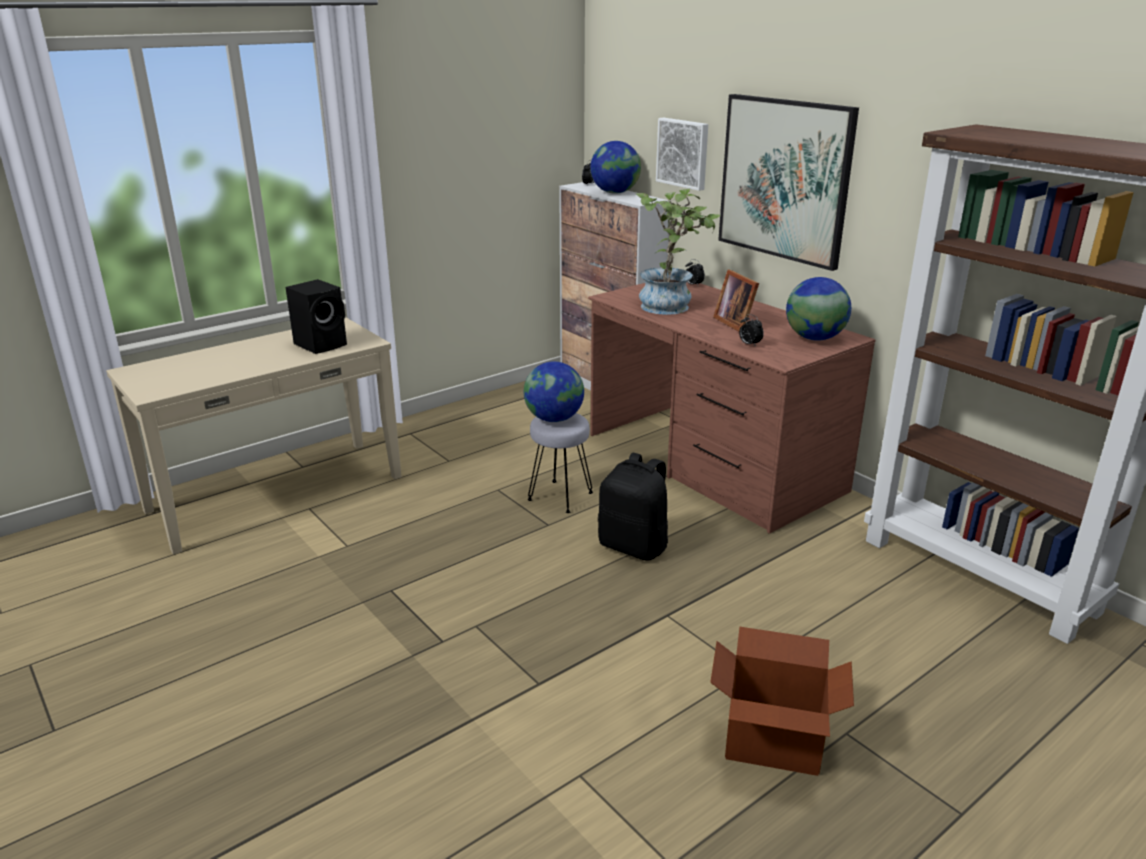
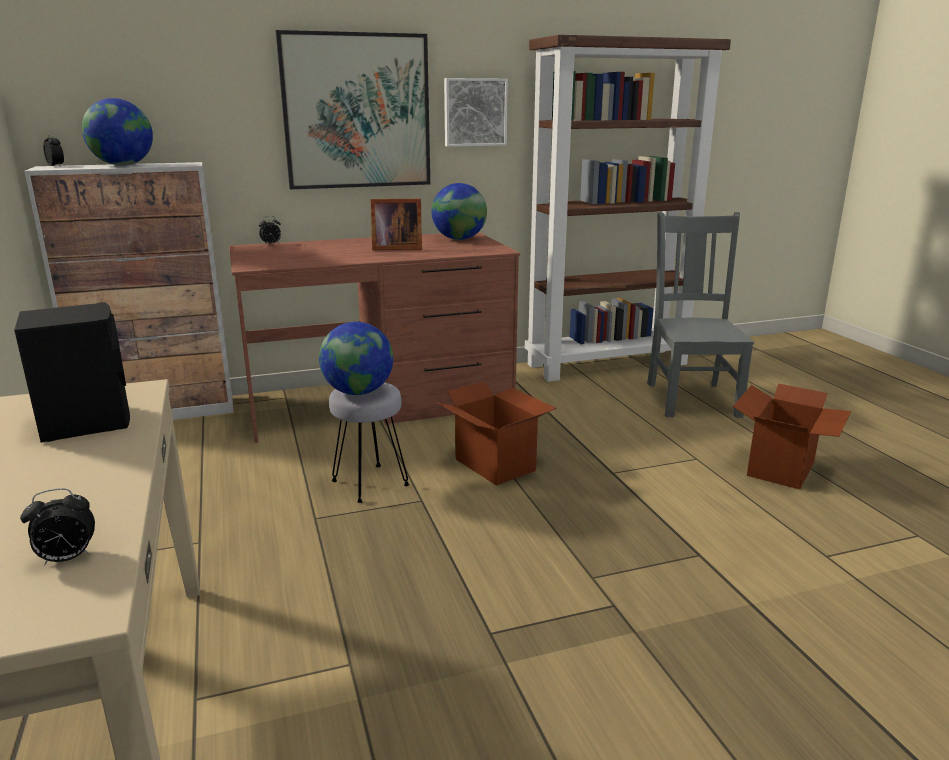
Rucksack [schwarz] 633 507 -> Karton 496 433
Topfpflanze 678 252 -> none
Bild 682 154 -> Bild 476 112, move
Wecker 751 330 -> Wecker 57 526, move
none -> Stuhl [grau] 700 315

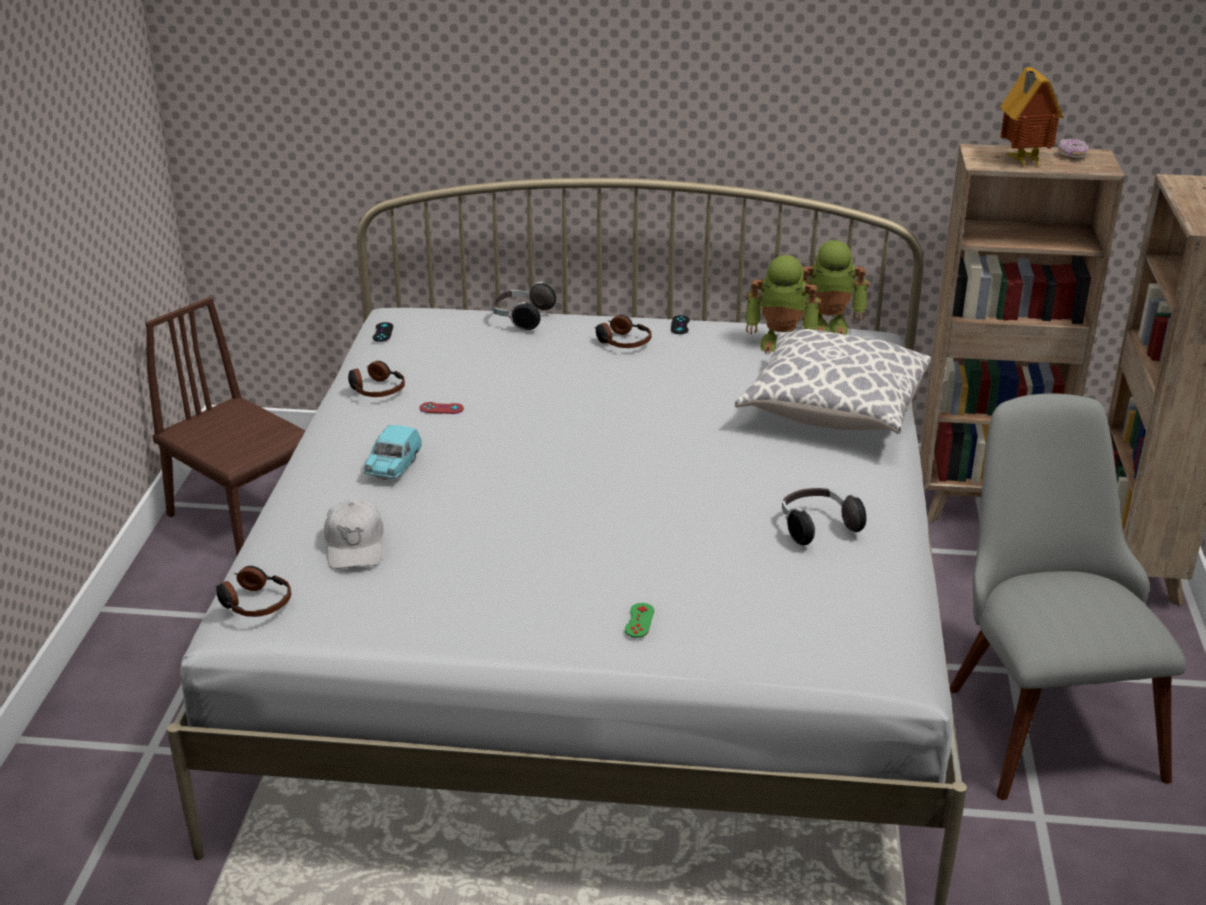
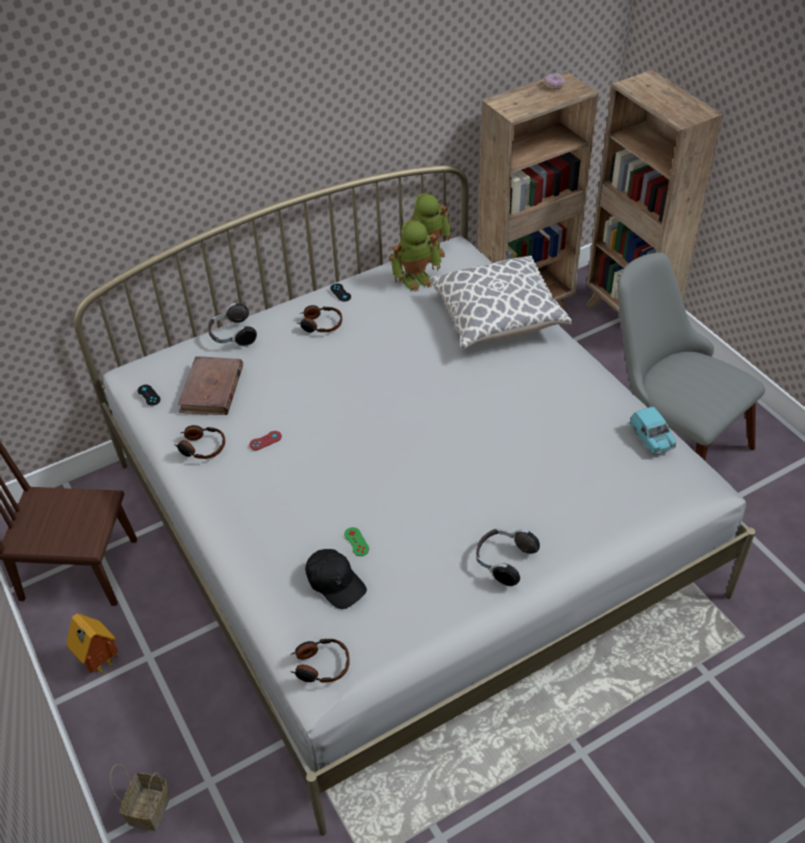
Kappe [weiß] 353 534 -> Kappe [schwarz] 336 579
Spielzeugauto [türkis] 393 452 -> Spielzeugauto [türkis] 653 430, move
Gamepad [grün] 639 620 -> Gamepad [grün] 356 541, move
Kopfhörer 824 516 -> Kopfhörer 508 557, move
Spielzeughaus 1031 116 -> Spielzeughaus 92 643, move
none -> Korb 140 797
none -> Buch [braun] 210 385

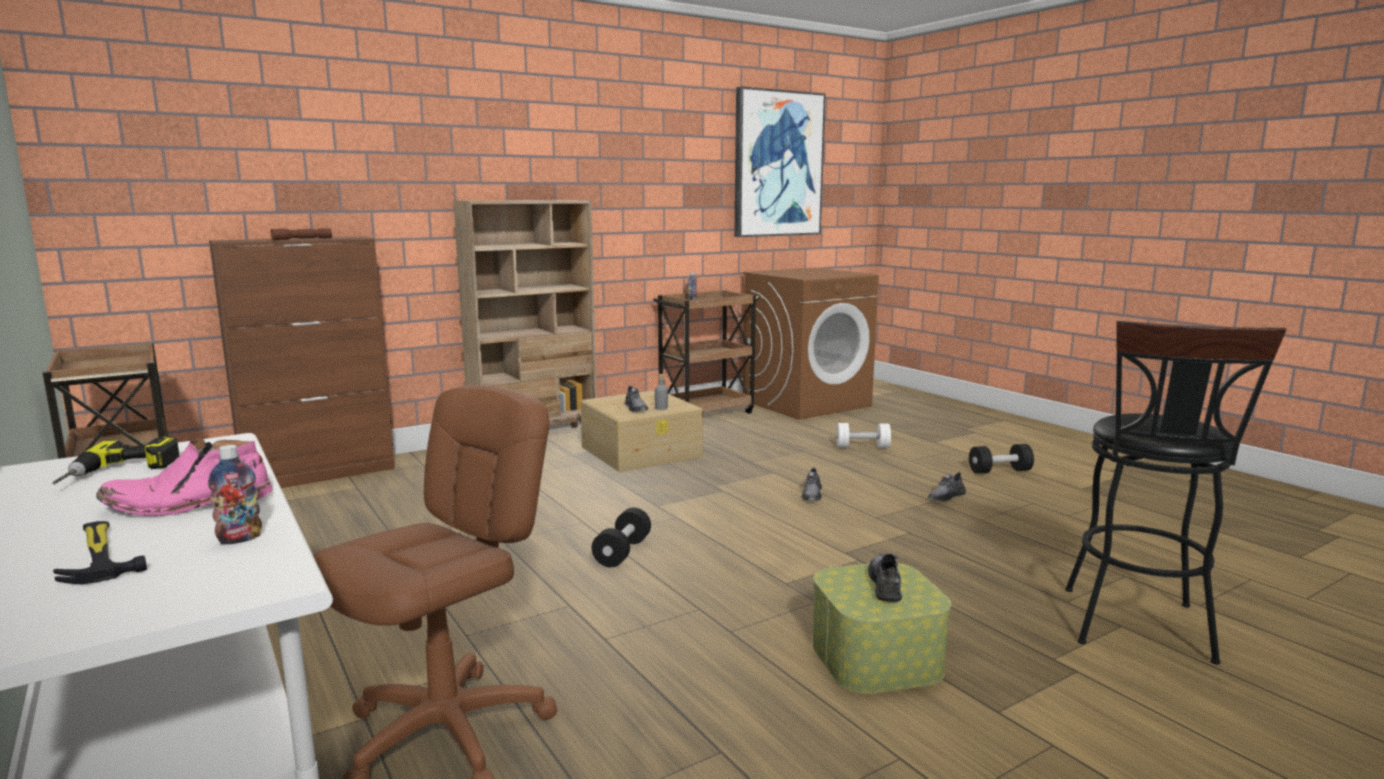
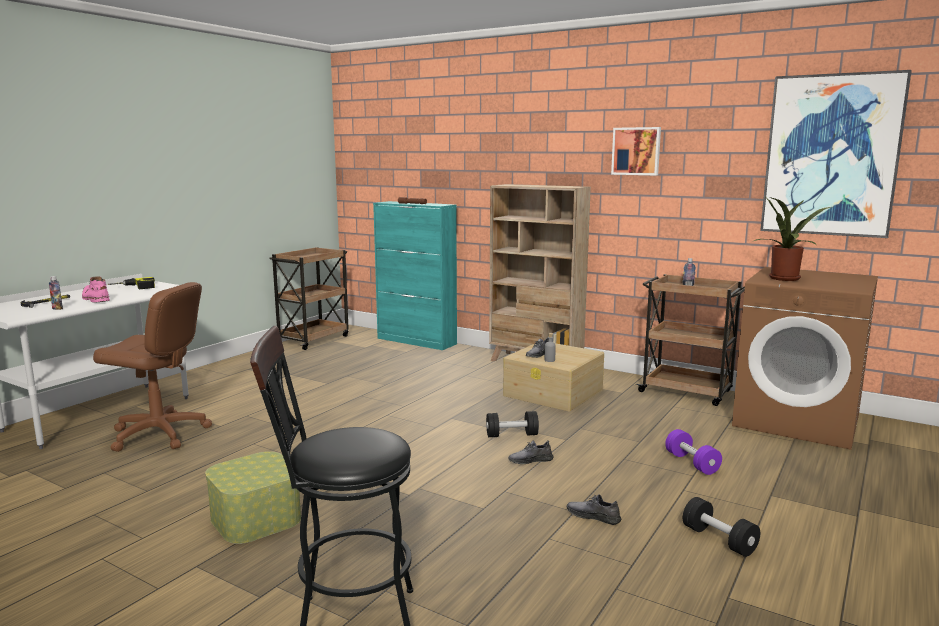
Schrank [braun] 302 362 -> Schrank [türkis] 415 275
Hantel [schwarz] 621 537 -> Hantel [schwarz] 512 424, move
Hantel [weiß] 863 435 -> Hantel [lila] 693 452
Schuh [grau] 885 577 -> none
none -> Bild 636 151
none -> Topfpflanze 791 239

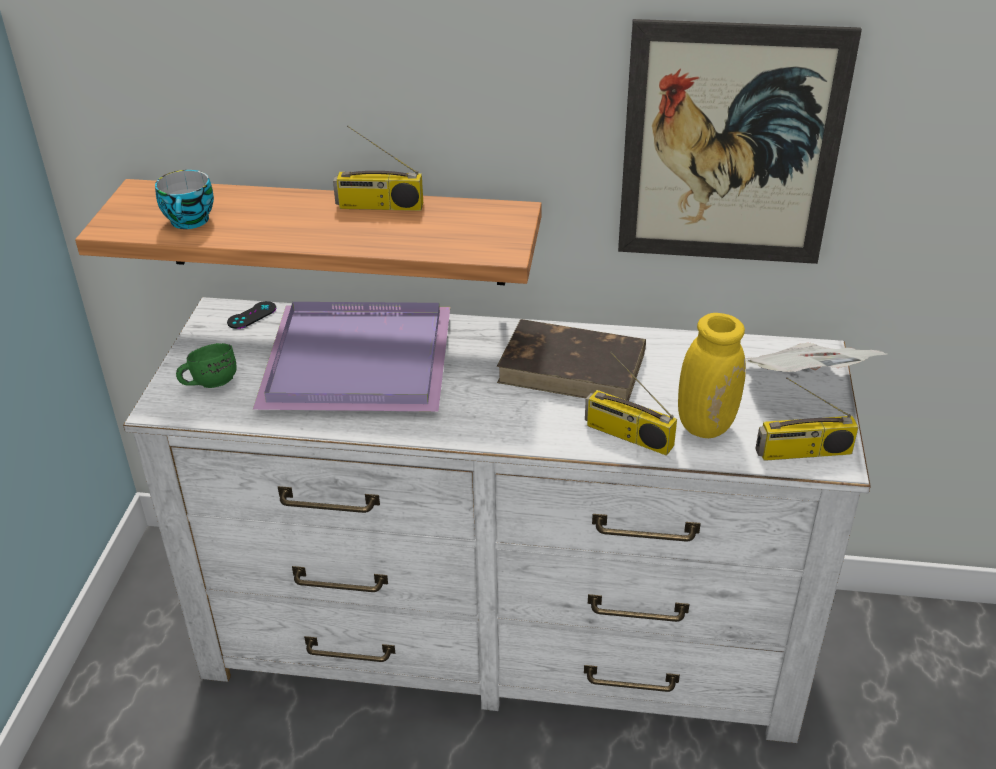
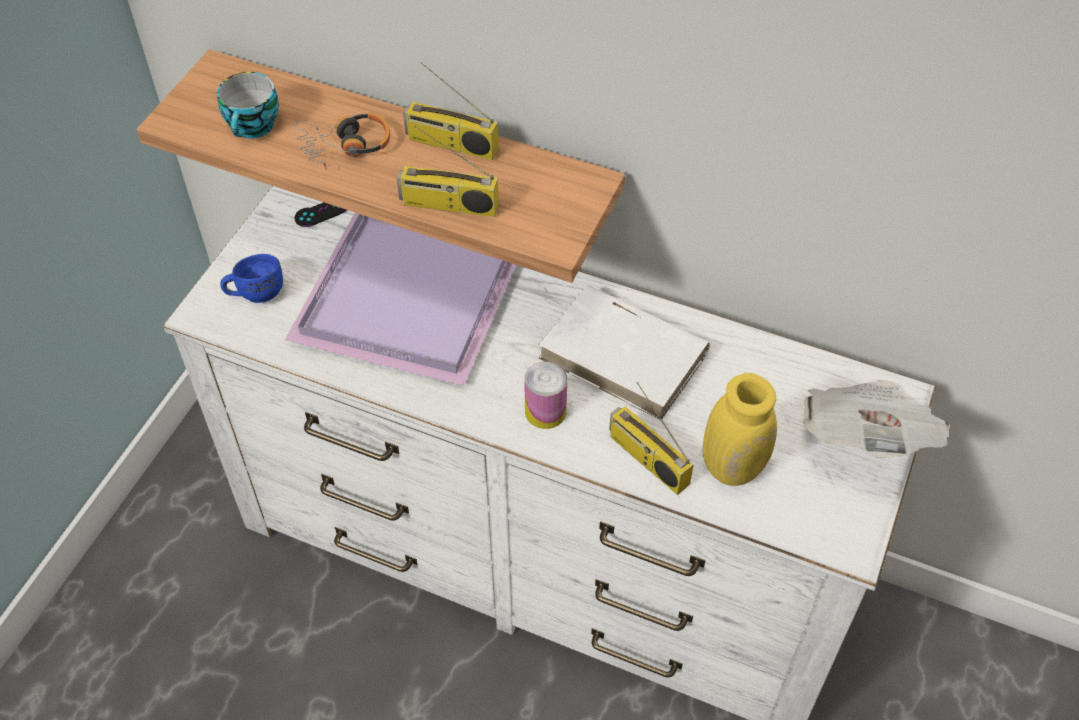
Henkelbecher [grün] 206 365 -> Henkelbecher [blau] 251 278
Buch [braun] 571 360 -> Buch [weiß] 624 352
Bild 740 141 -> none
Radio 807 419 -> Radio 448 171, move
none -> Kopfhörer 343 141
none -> Dose 545 395

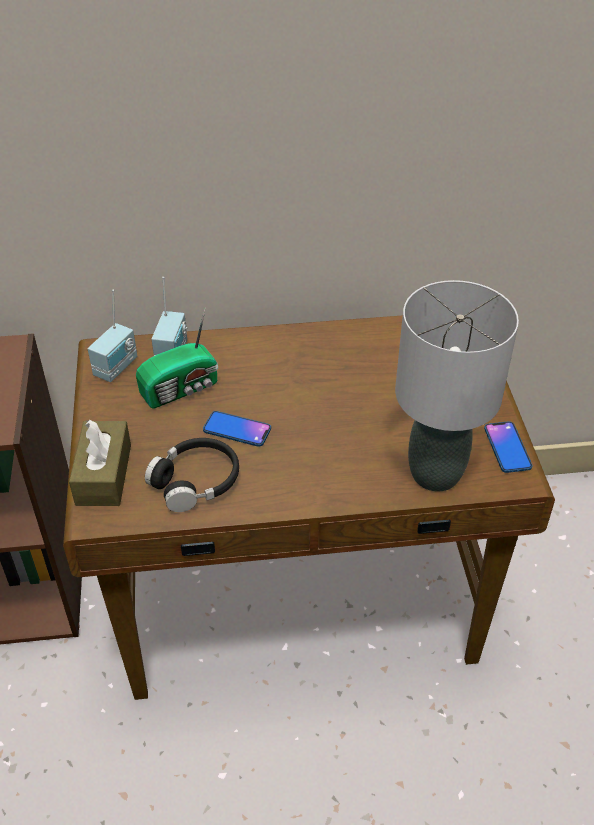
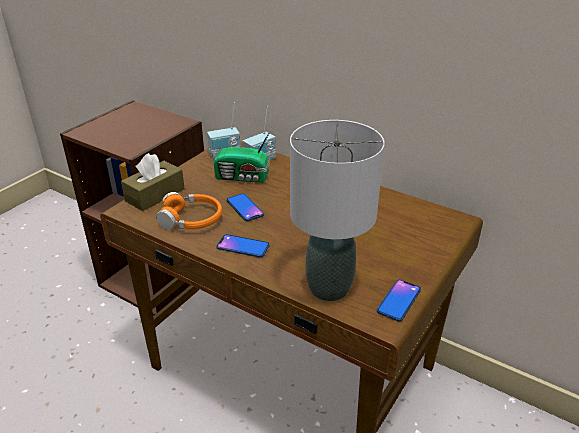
Kopfhörer [schwarz] 192 475 -> Kopfhörer [orange] 189 211
none -> Handy 243 246

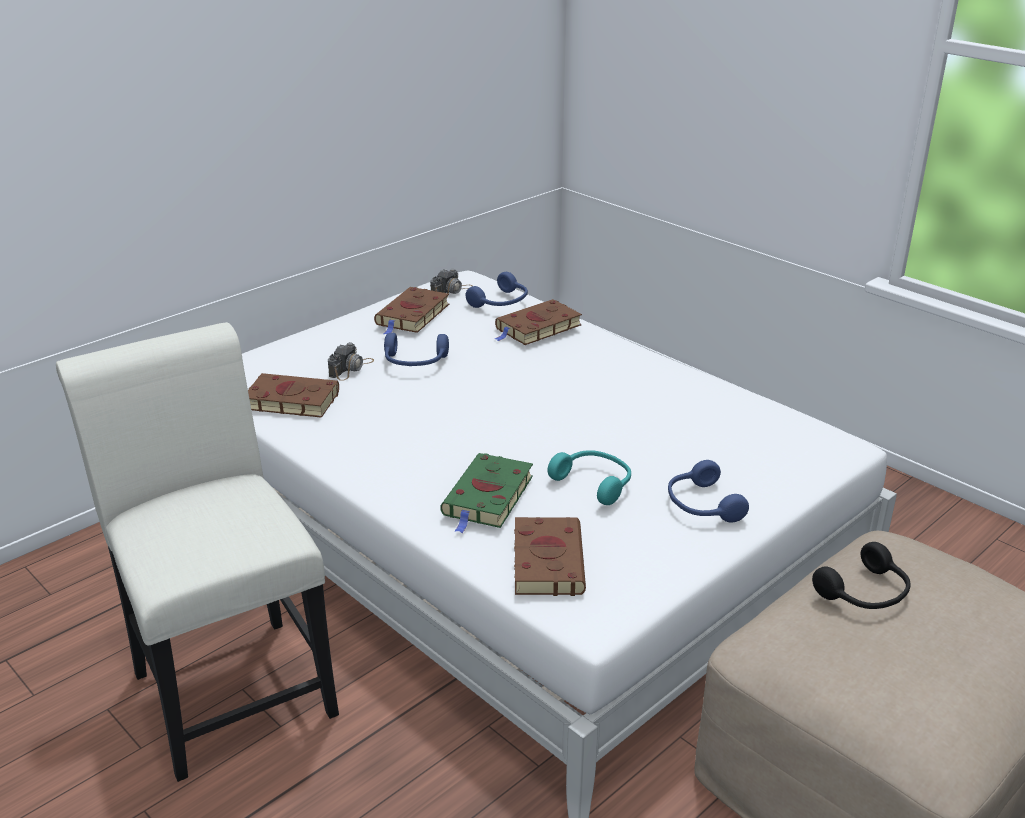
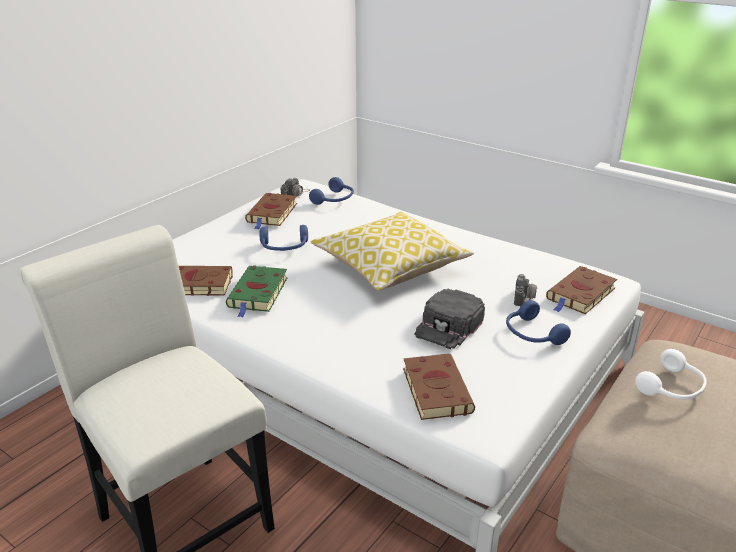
Kamera 351 361 -> Kamera 525 290, move
Buch [grün] 486 493 -> Buch [grün] 257 291, move
Buch [braun] 538 322 -> Buch [braun] 581 290, move
Kopfhörer [türkis] 589 477 -> Kappe [schwarz] 450 318
Kopfhörer [schwarz] 861 575 -> Kopfhörer [weiß] 671 374
none -> Kissen 392 251

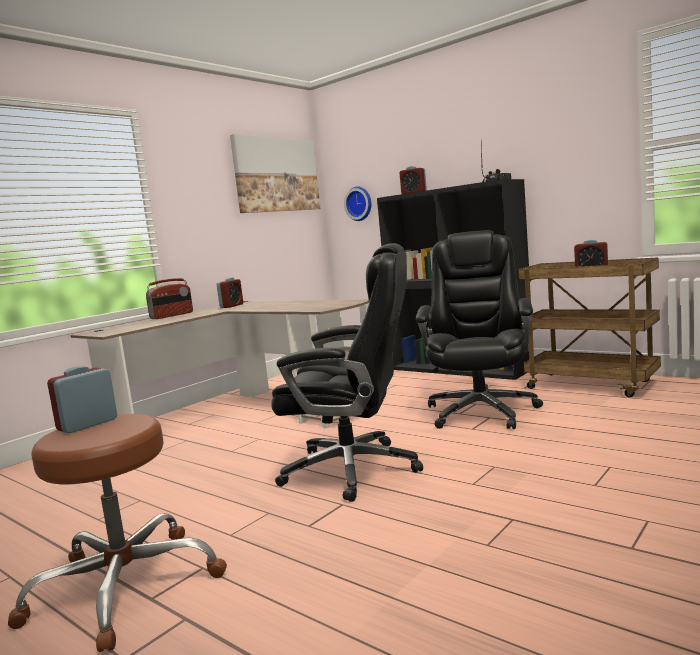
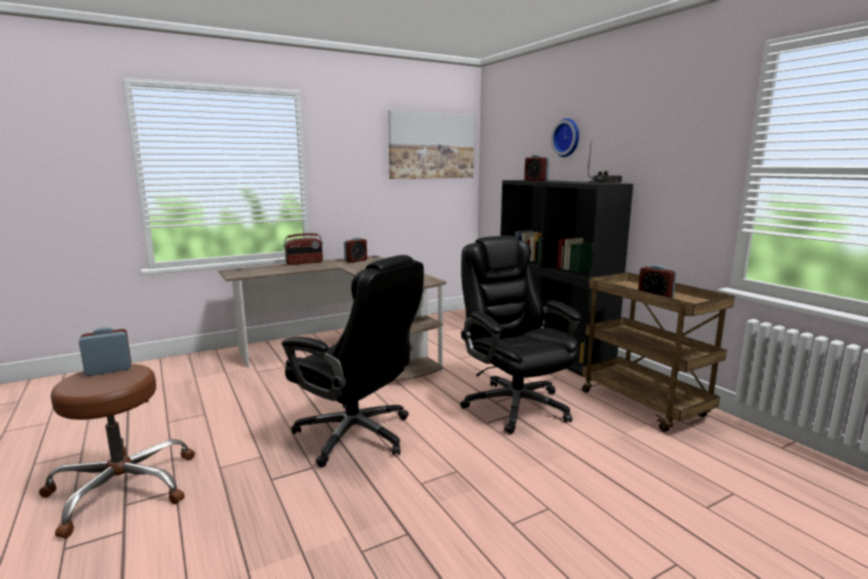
Wanduhr 357 203 -> Wanduhr 565 137, move
Bürostuhl [schwarz] 479 329 -> Bürostuhl [schwarz] 521 335, 60 degrees counterclockwise

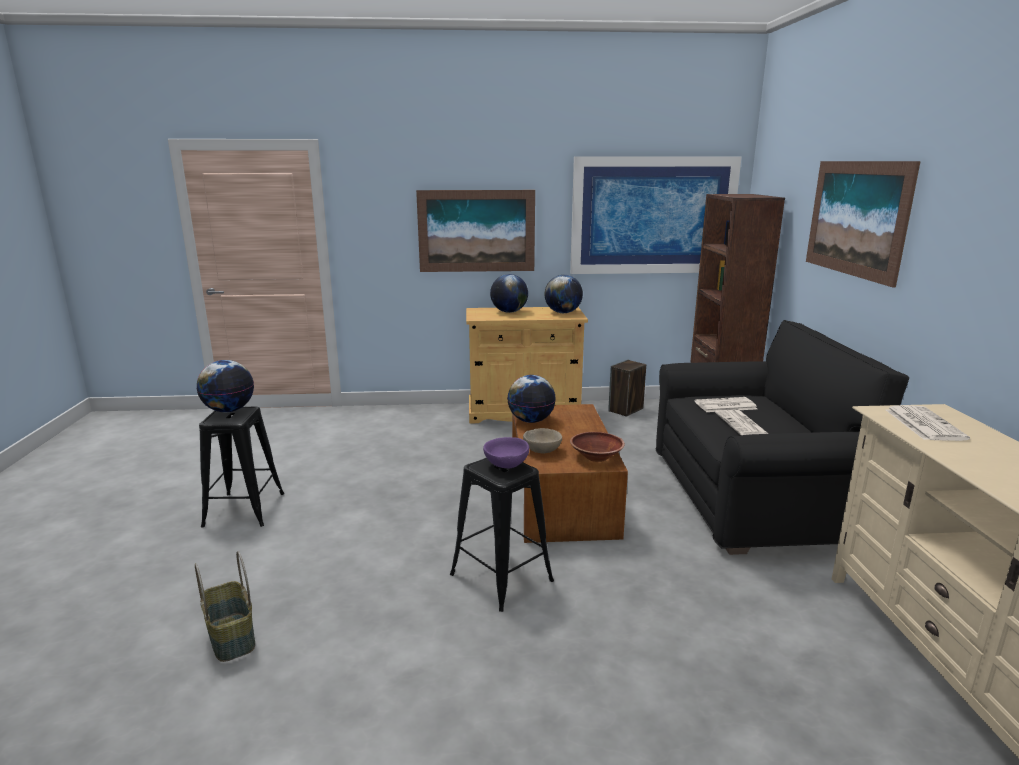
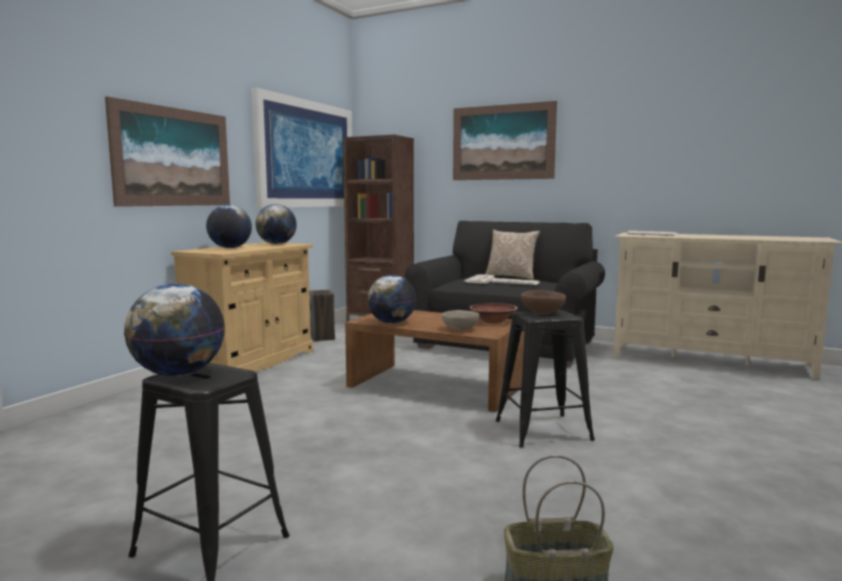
Schüssel [lila] 506 452 -> Schüssel [braun] 543 301
none -> Kissen 512 254

